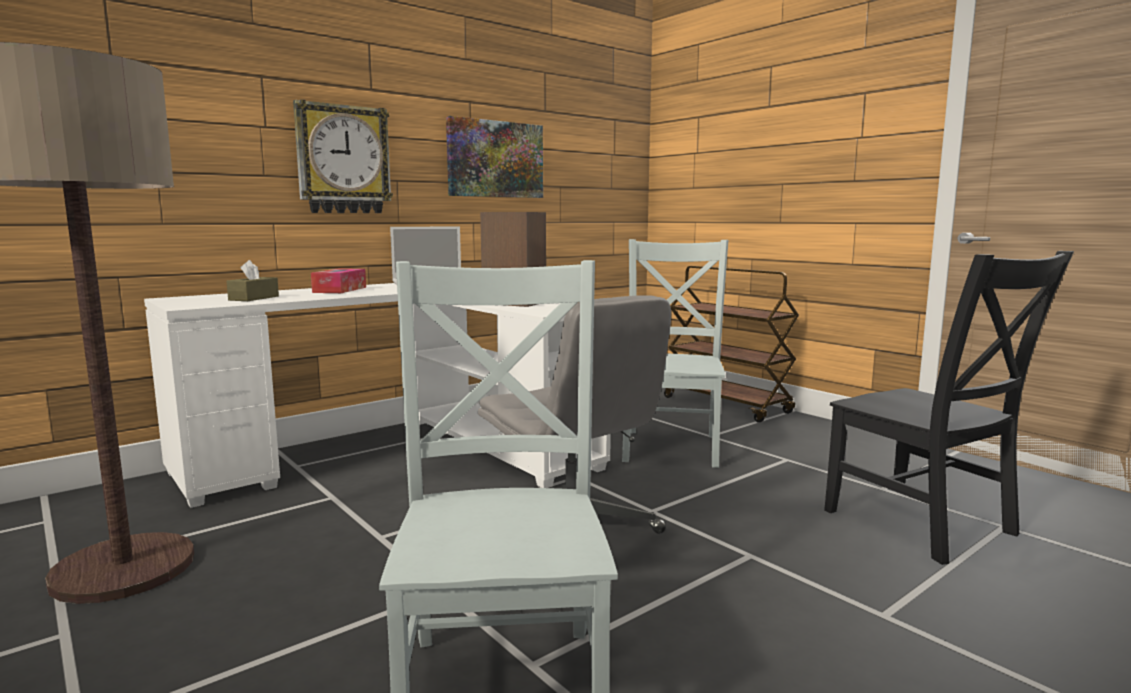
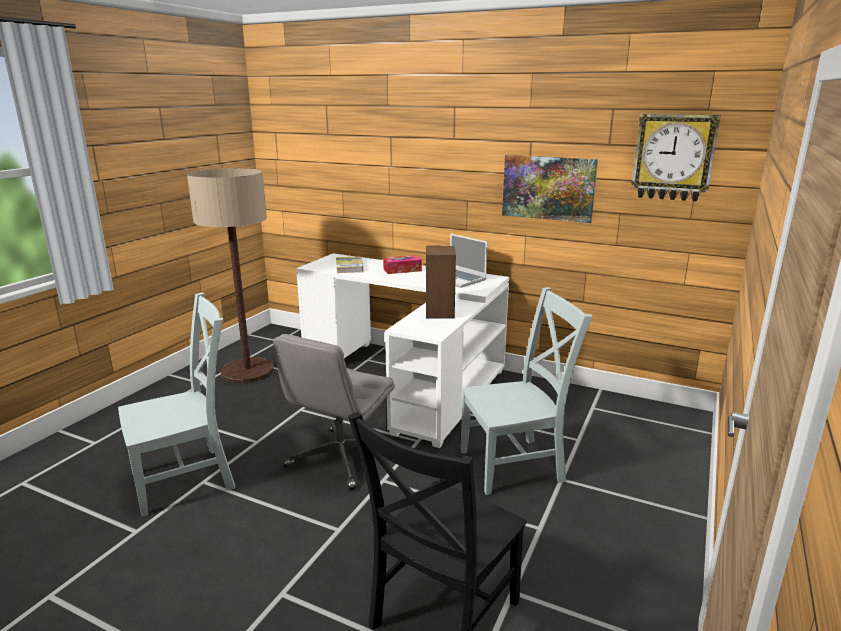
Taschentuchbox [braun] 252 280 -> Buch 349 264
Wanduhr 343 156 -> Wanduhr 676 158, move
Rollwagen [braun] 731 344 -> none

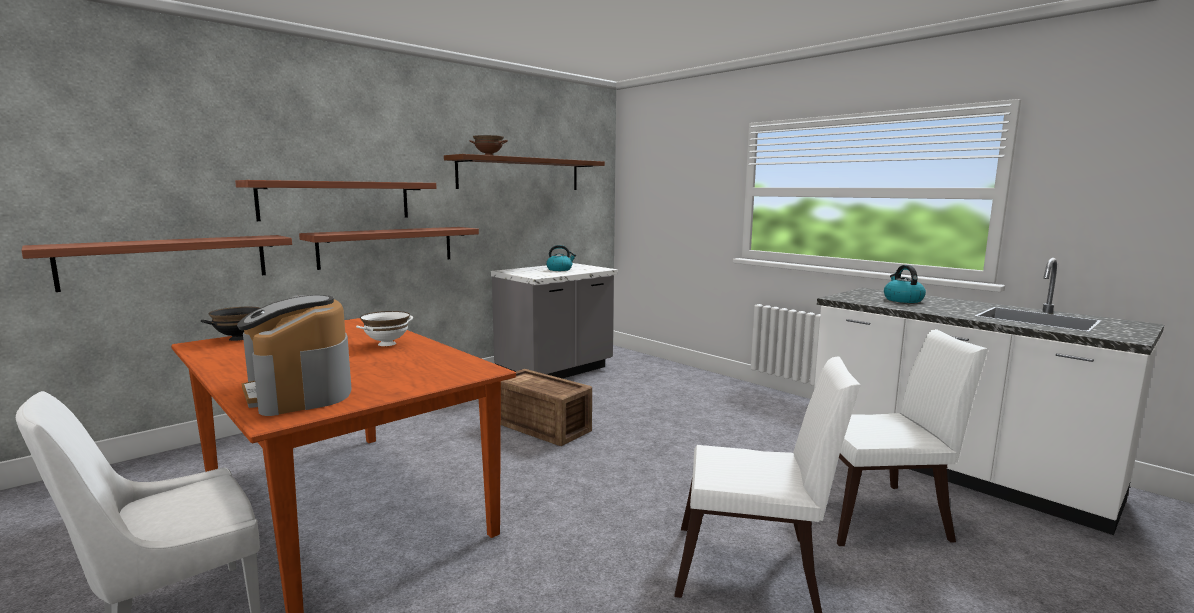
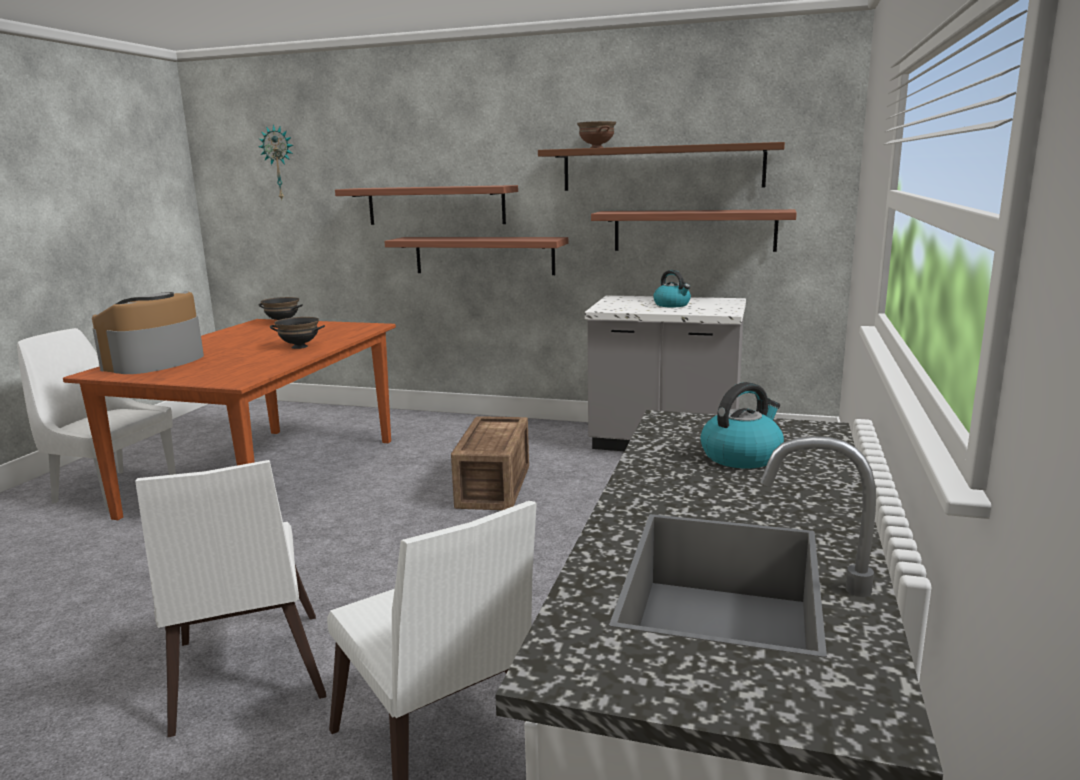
Wandregal 156 263 -> Wandregal 694 230, move
Schüssel [weiß] 384 328 -> Schüssel [schwarz] 297 333
none -> Wanduhr 275 162

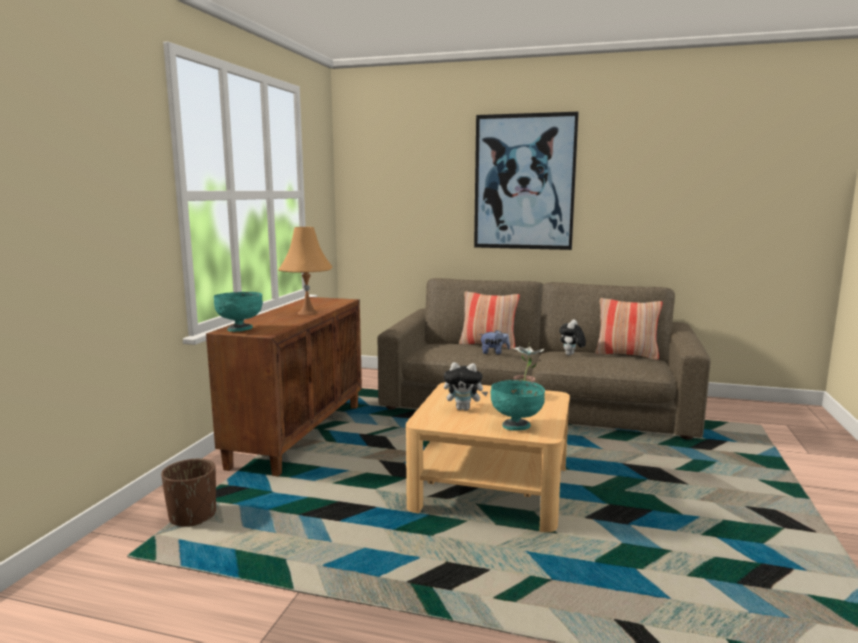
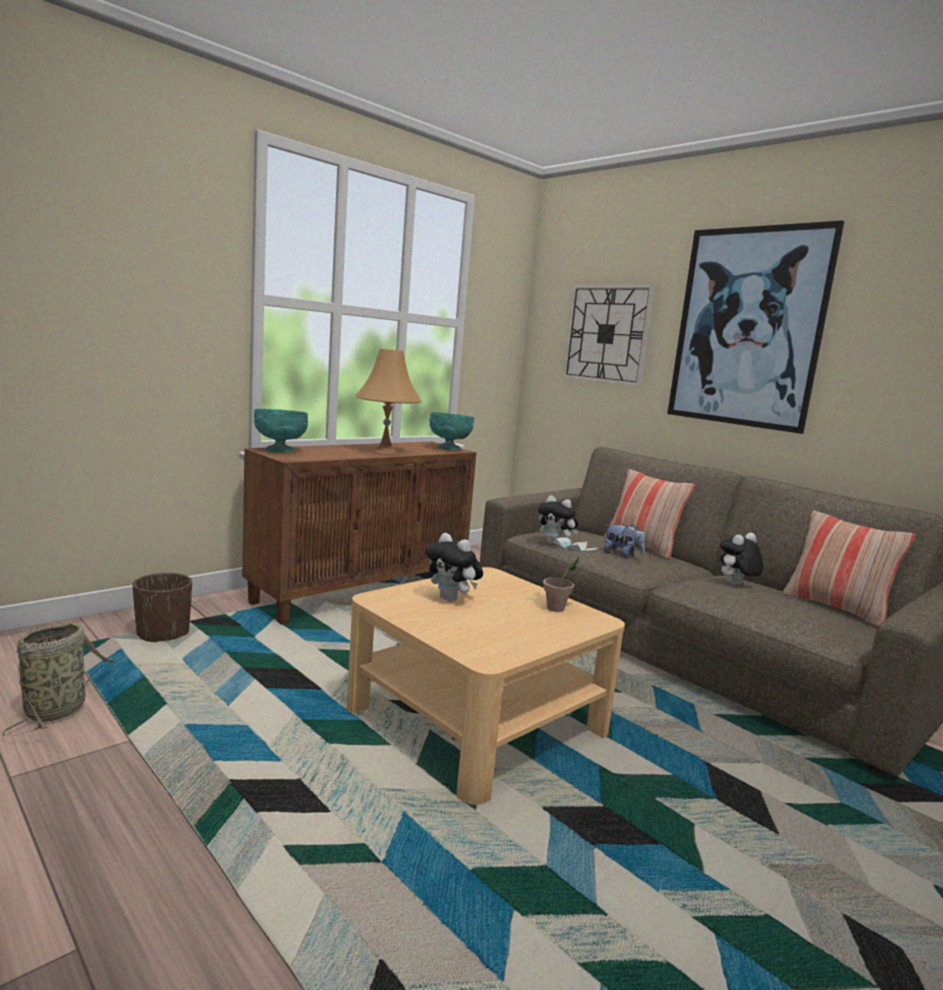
Schüssel [türkis] 518 405 -> Schüssel [türkis] 451 431, move
none -> Korb 58 679
none -> Plüschtier 558 520
none -> Wanduhr 608 335

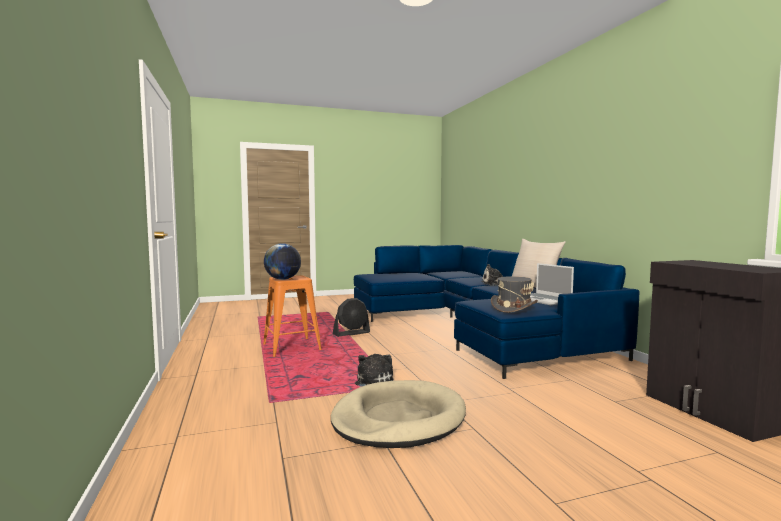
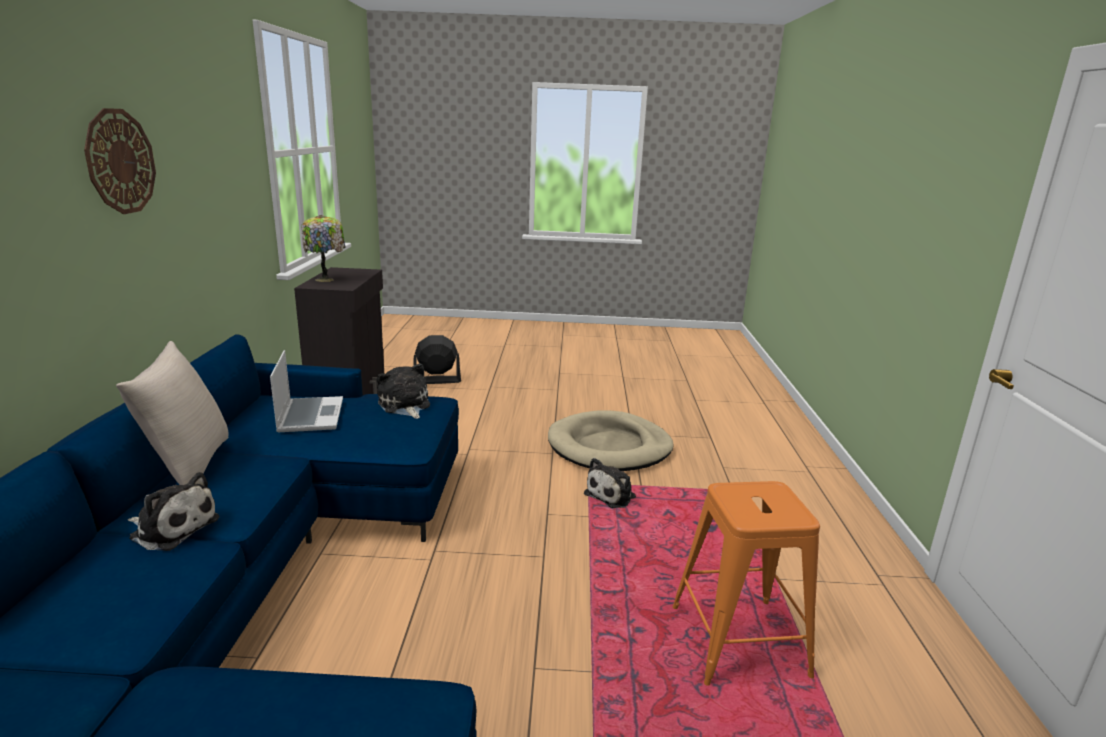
Globus 282 261 -> none
Ventilator [schwarz] 351 317 -> Ventilator [schwarz] 437 359, move
Hut [grau] 514 294 -> Plüschtier 403 391
none -> Wanduhr 120 161
none -> Tischlampe 323 248

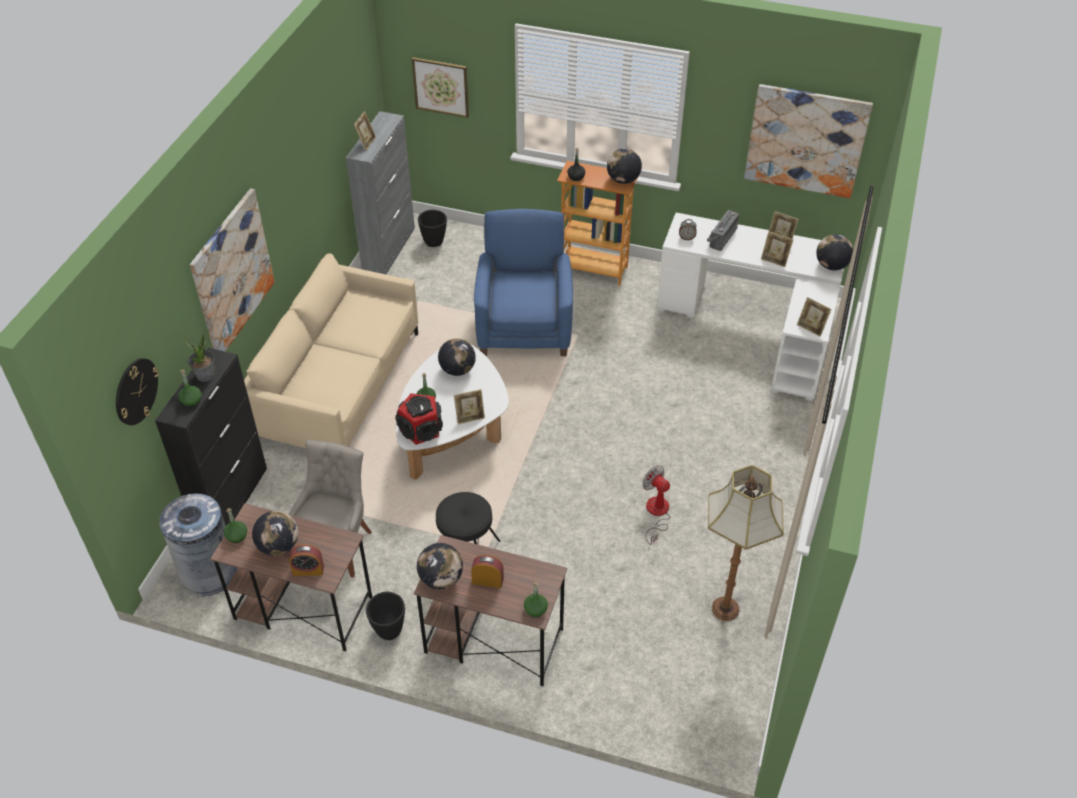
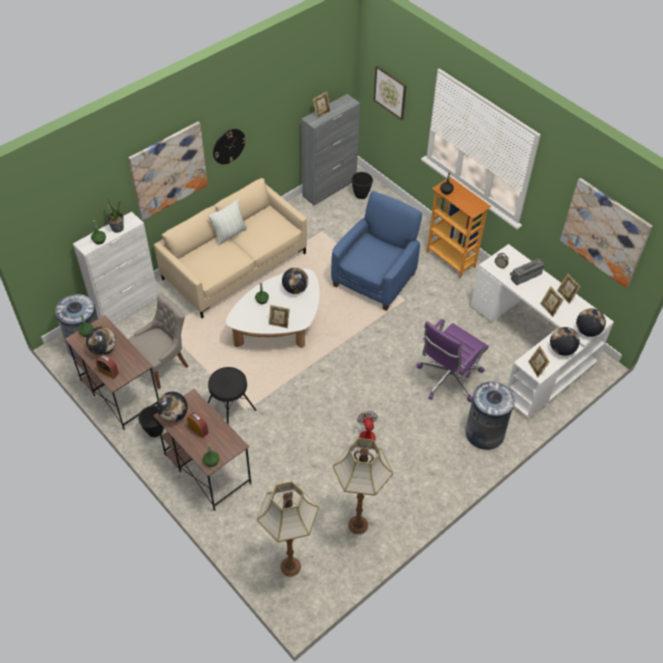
Wanduhr 137 391 -> Wanduhr 229 146, move
Schrank [schwarz] 211 437 -> Schrank [weiß] 115 268
Lautsprecher 419 419 -> none
Globus 624 166 -> Globus 565 341, move
none -> Kissen 228 222
none -> Stehlampe 288 529
none -> Bürostuhl [lila] 453 360
none -> Mülleimer [grau] 490 415

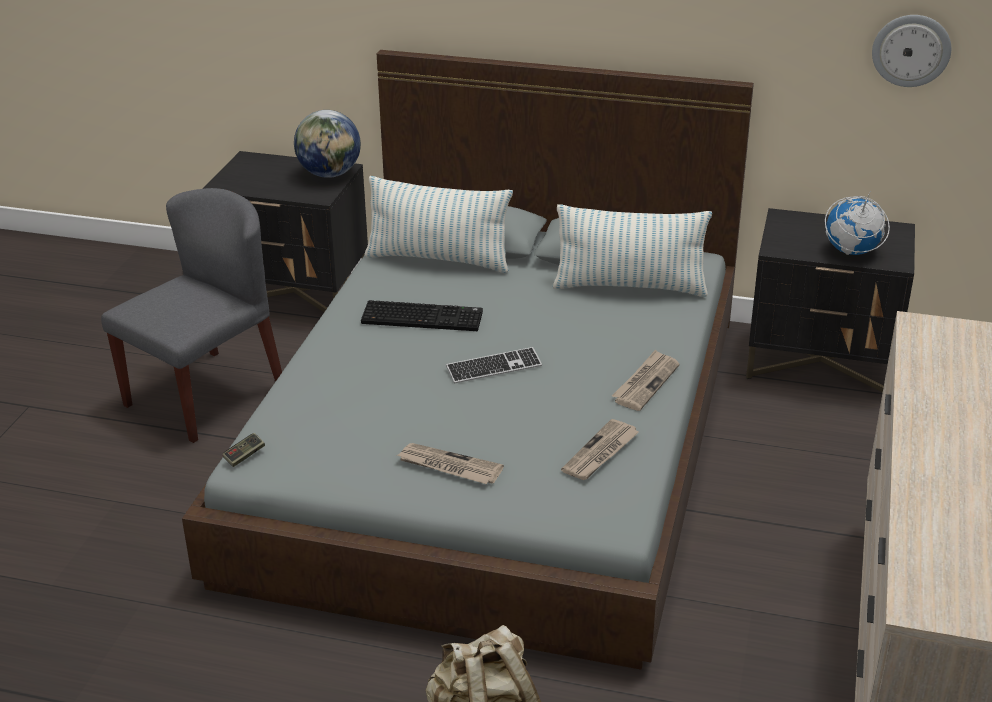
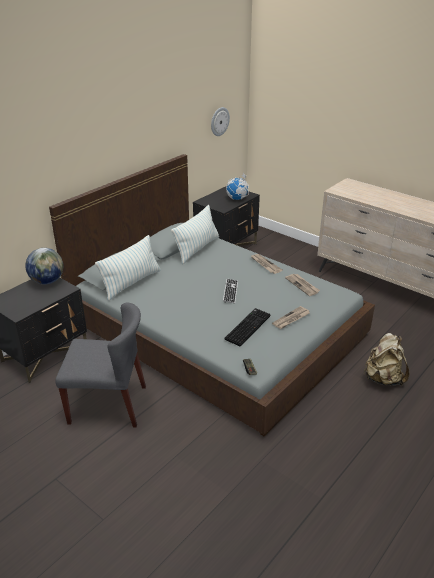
Stuhl [grau] 191 315 -> Stuhl [grau] 100 364, 120 degrees clockwise
Tastatur 422 315 -> Tastatur 248 327, move

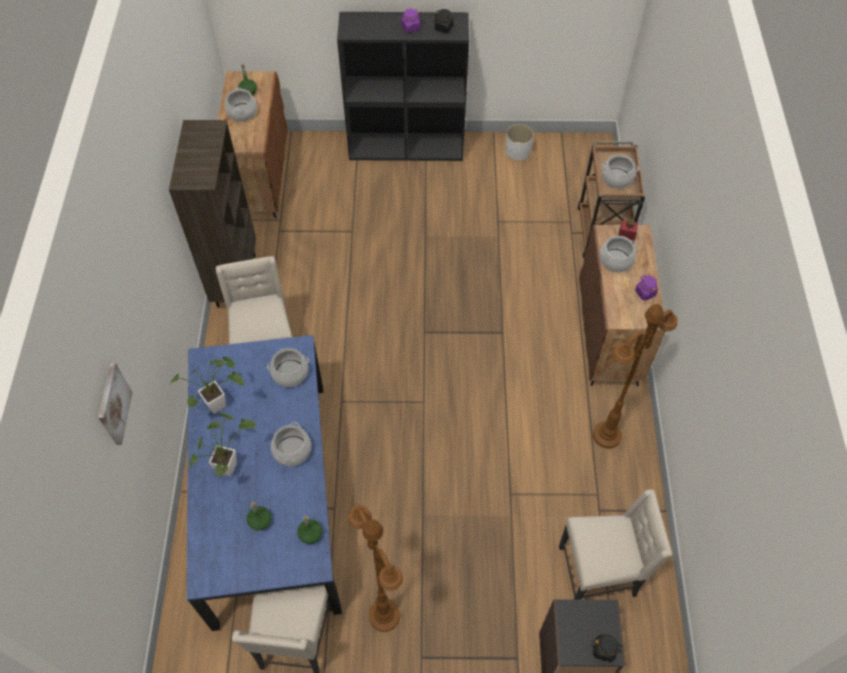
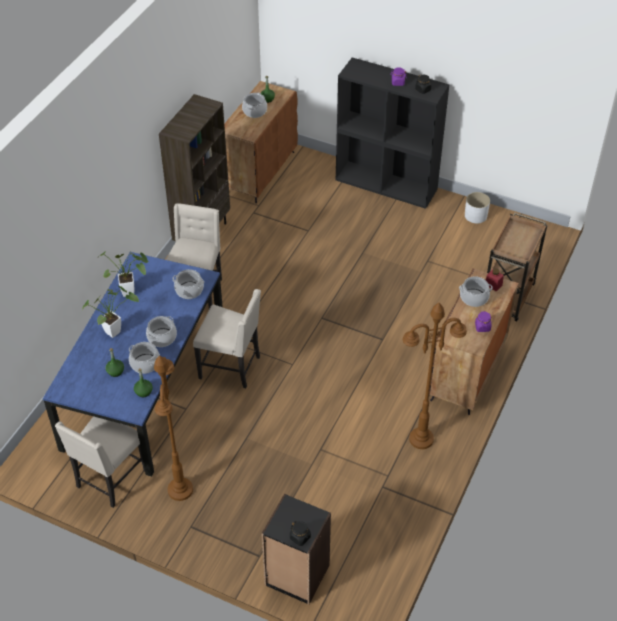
Bild 115 404 -> none
Stuhl [beige] 615 544 -> Stuhl [beige] 227 338, move
Kochtopf 620 171 -> Kochtopf 144 358, move

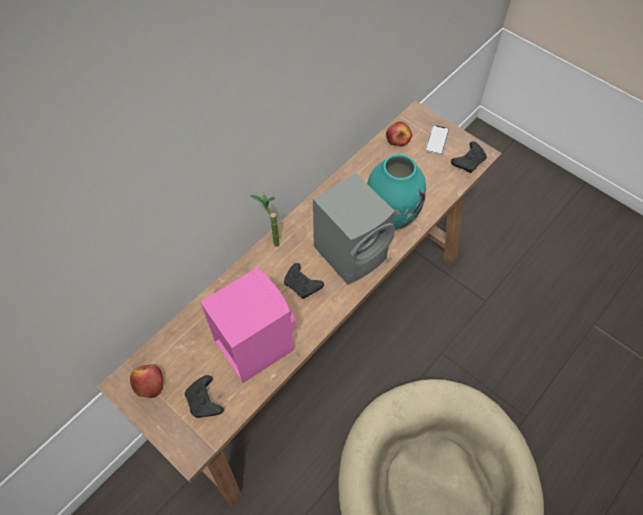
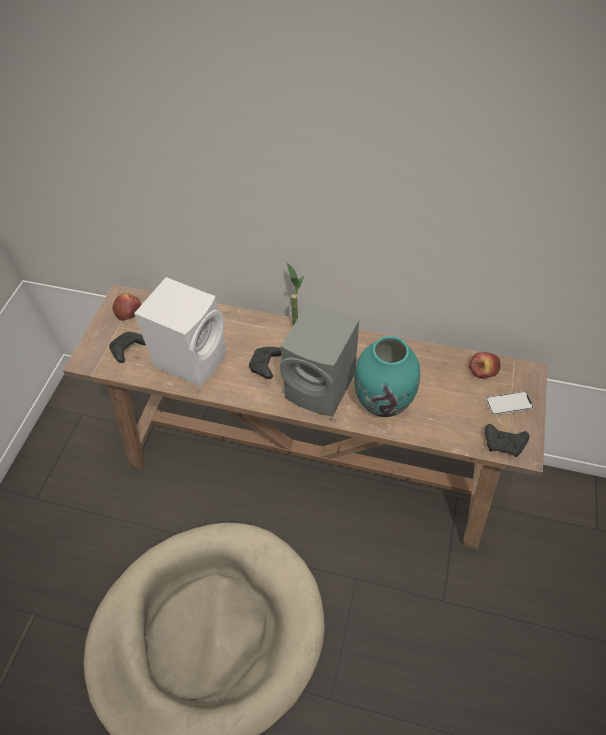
Lautsprecher [rosa] 248 325 -> Lautsprecher [weiß] 180 332

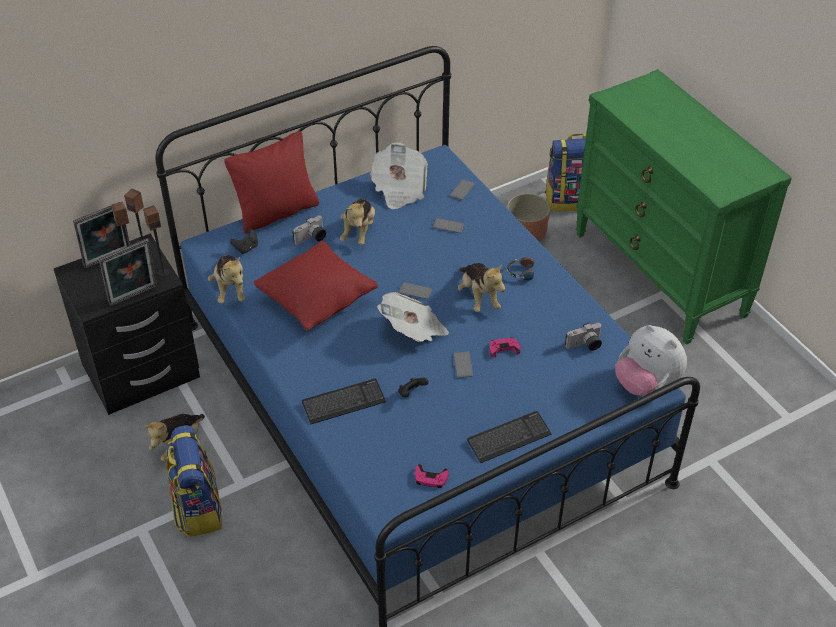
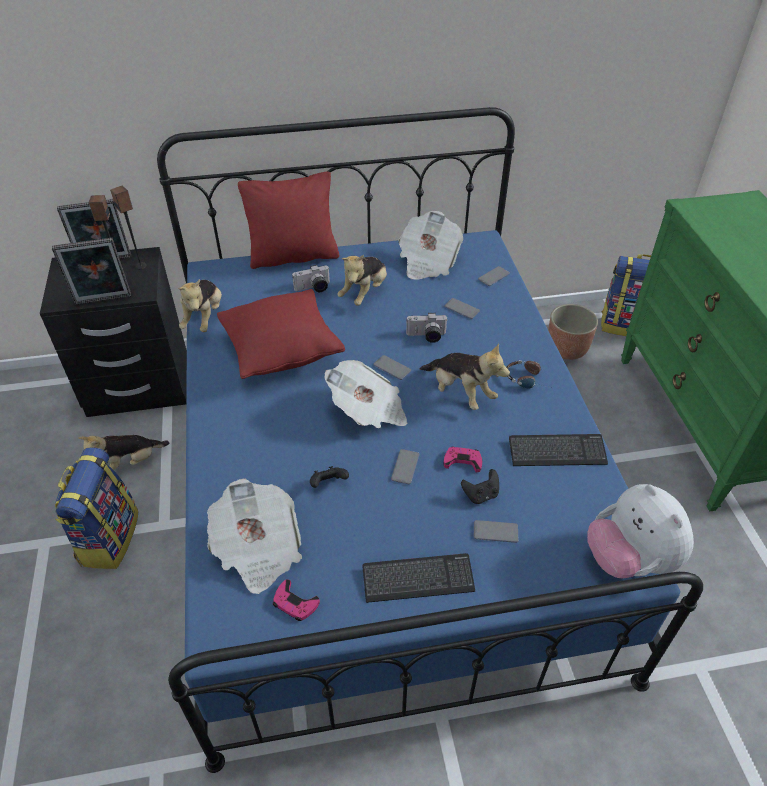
Lautsprecher 156 241 -> none
Gamepad [schwarz] 244 241 -> Gamepad [schwarz] 480 486, move
Tastatur 344 401 -> Tastatur 558 450, move
Plüschtier 481 287 -> Plüschtier 465 376, 45 degrees counterclockwise
Kamera 583 337 -> Kamera 427 328, move
none -> Zeitung 254 536
none -> Handy 496 531

